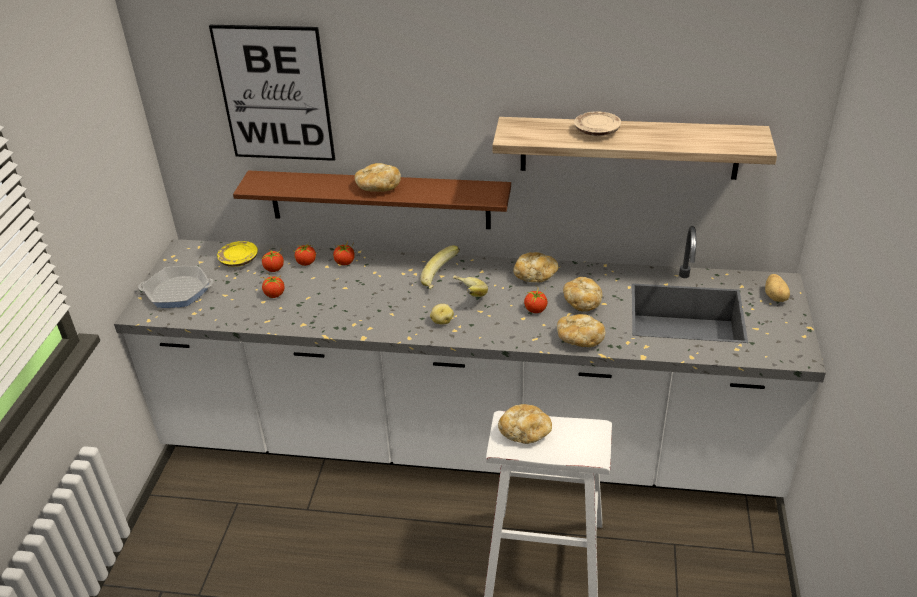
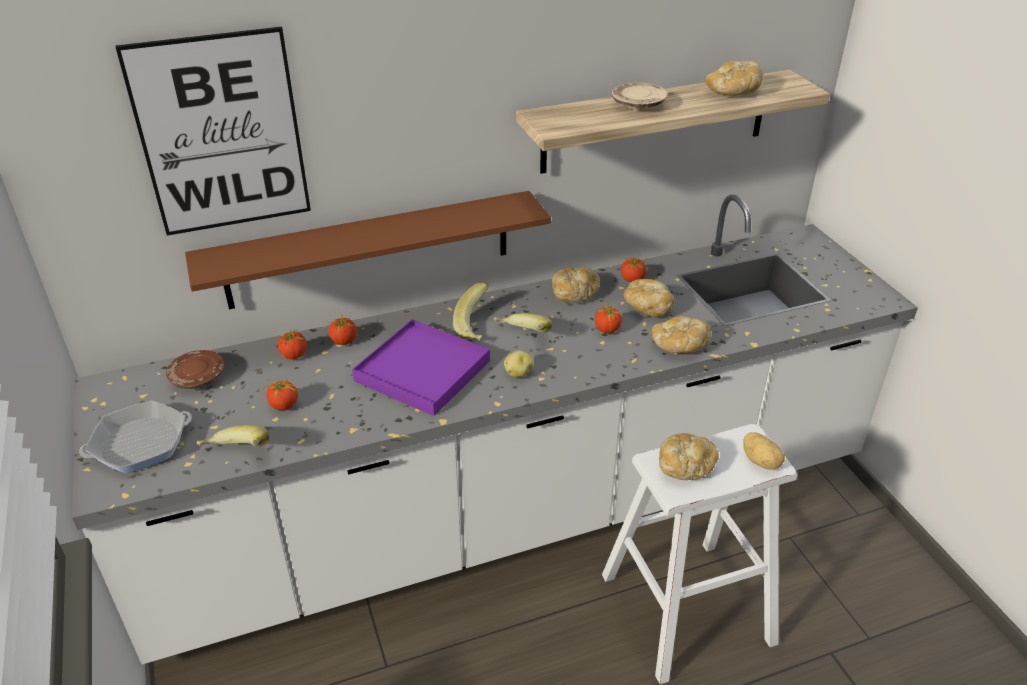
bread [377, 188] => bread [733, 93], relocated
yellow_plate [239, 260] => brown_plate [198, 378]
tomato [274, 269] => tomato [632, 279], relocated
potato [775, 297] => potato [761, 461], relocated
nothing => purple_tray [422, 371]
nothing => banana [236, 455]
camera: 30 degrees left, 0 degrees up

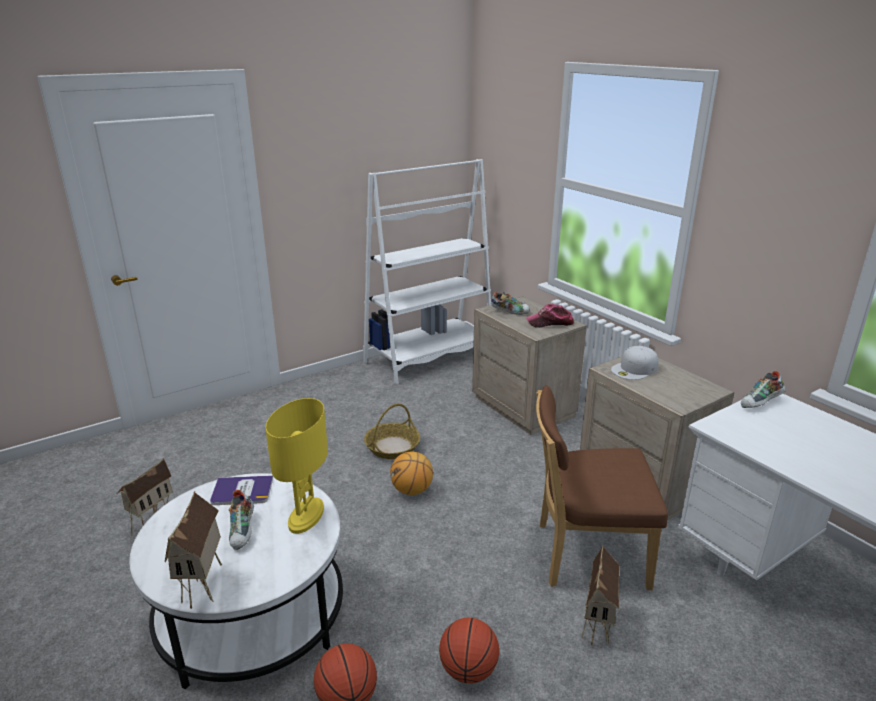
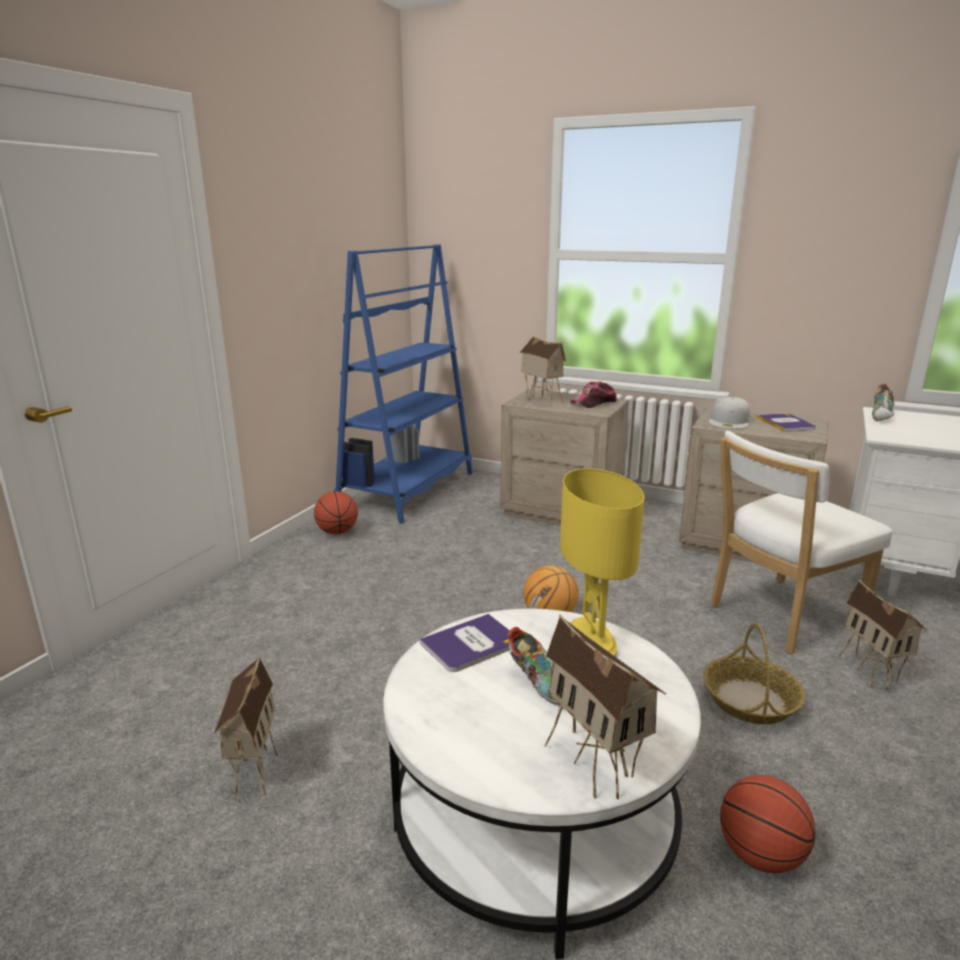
white_bookcase [429, 357] => blue_bookcase [408, 491]
shoe [510, 312] => toy_house [541, 401]
brown_chair [585, 554] => white_chair [779, 617]
basket [392, 447] => basket [749, 700], relocated
basketball [468, 670] => basketball [337, 532], relocated
nothing => book [785, 423]
camera: 30 degrees left, 5 degrees down

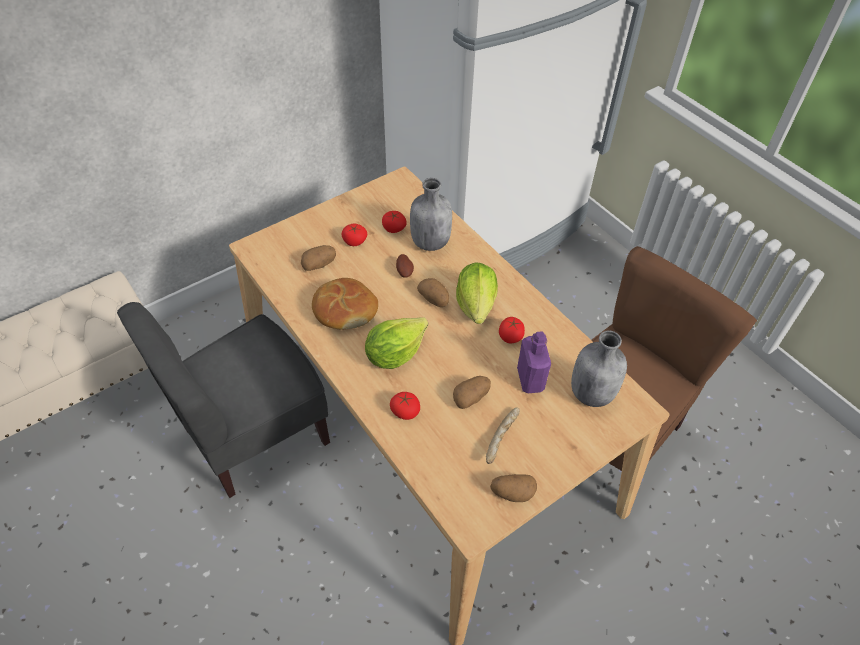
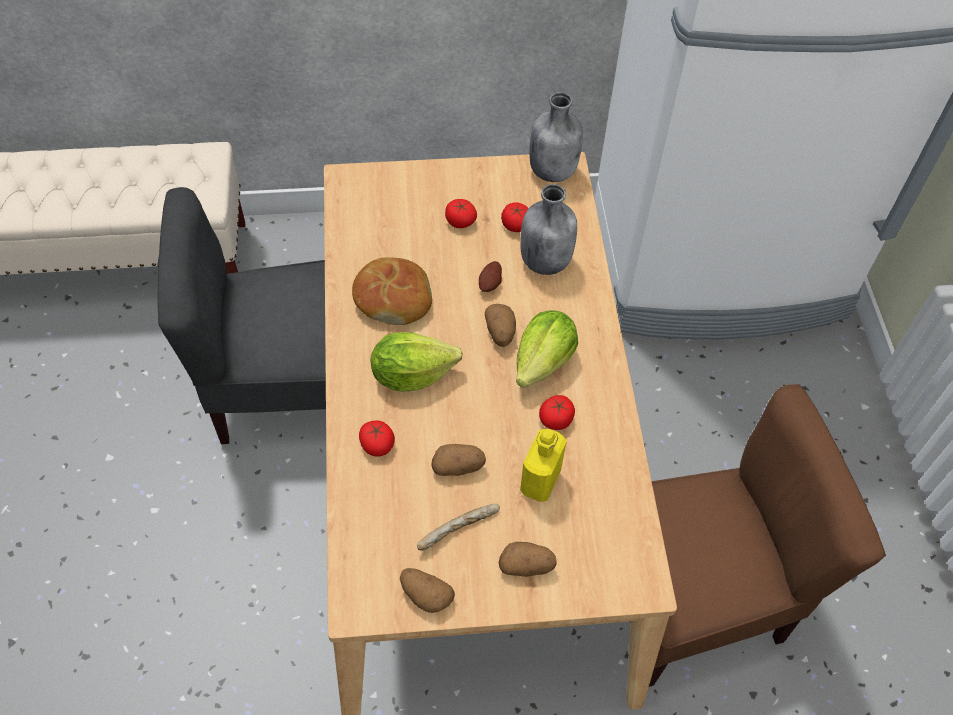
potato [319, 264] => potato [527, 566], relocated
grey_bottle [591, 392] => grey_bottle [553, 171], relocated
purple_bottle [530, 379] => yellow_bottle [540, 481]
camera: 30 degrees right, 5 degrees up

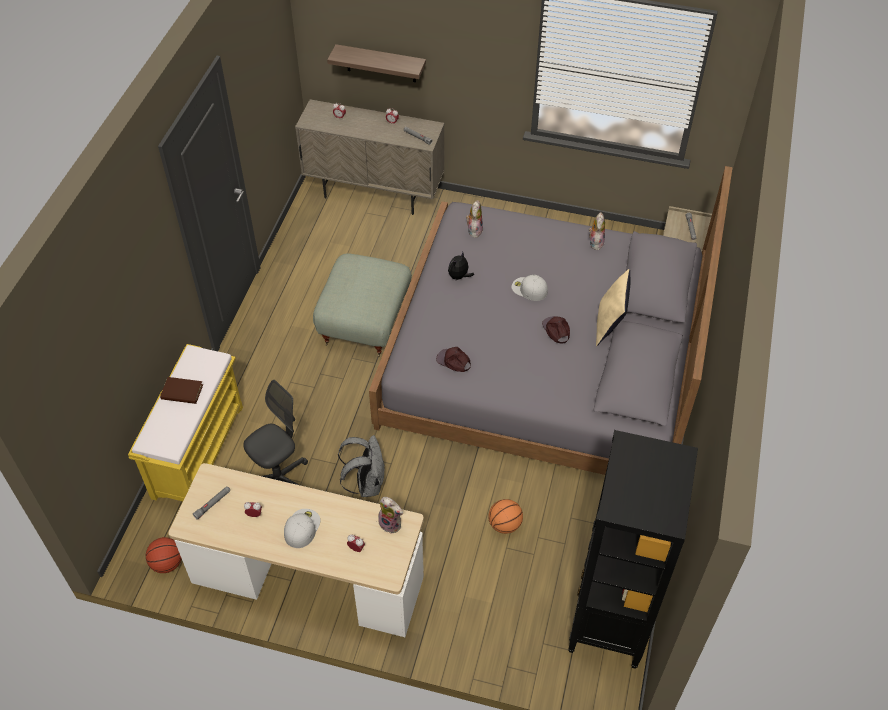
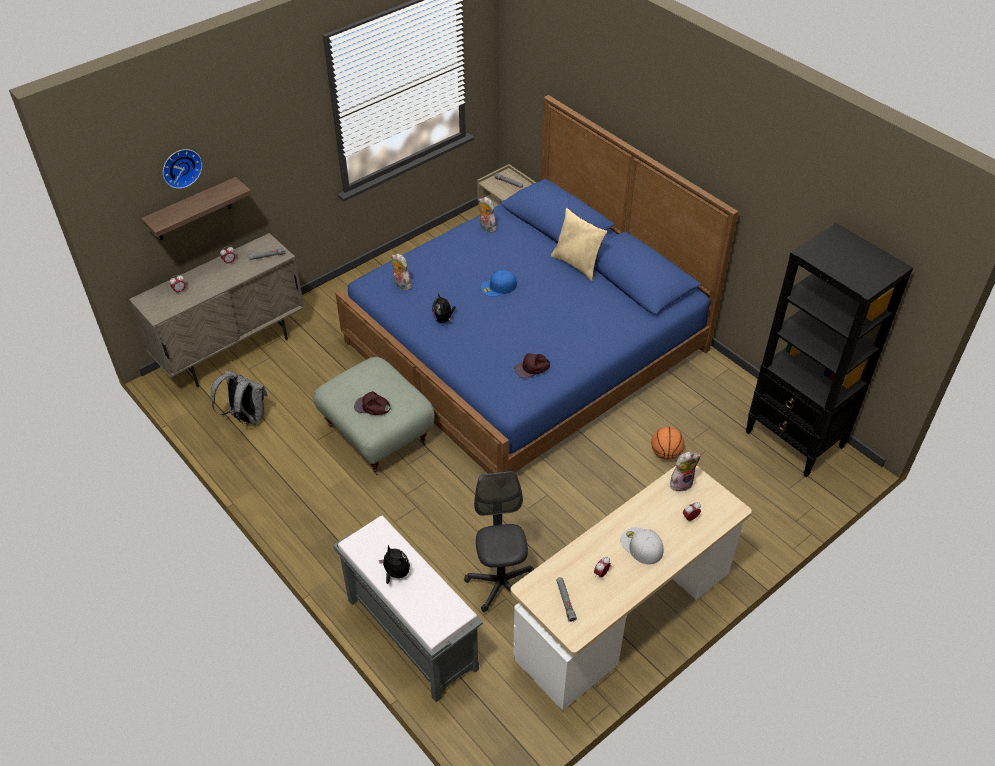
grey_bed [543, 359] => blue_bed [525, 344]
white_cap [529, 289] => blue_cap [498, 287]
brown_cap [556, 330] => brown_cap [372, 407], relocated
yellow_bench [198, 450] => grey_bench [410, 633]
brown_book [182, 392] => plush_toy [396, 573]
grey_backpack [366, 484] => grey_backpack [246, 417], relocated
basketball [167, 563] => nothing
nothing => wall_clock [180, 167]
camera: 55 degrees left, 5 degrees down

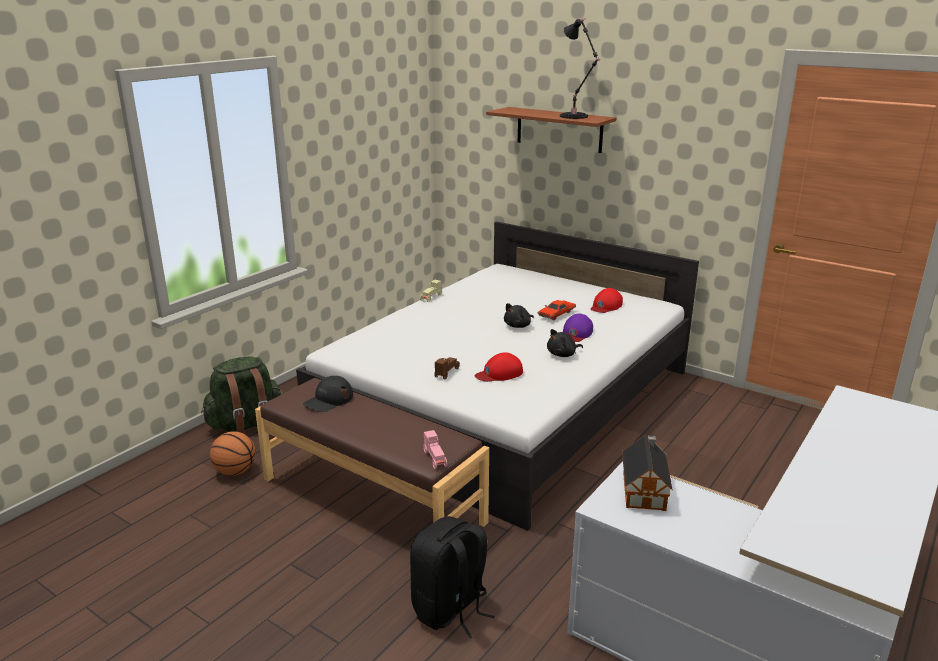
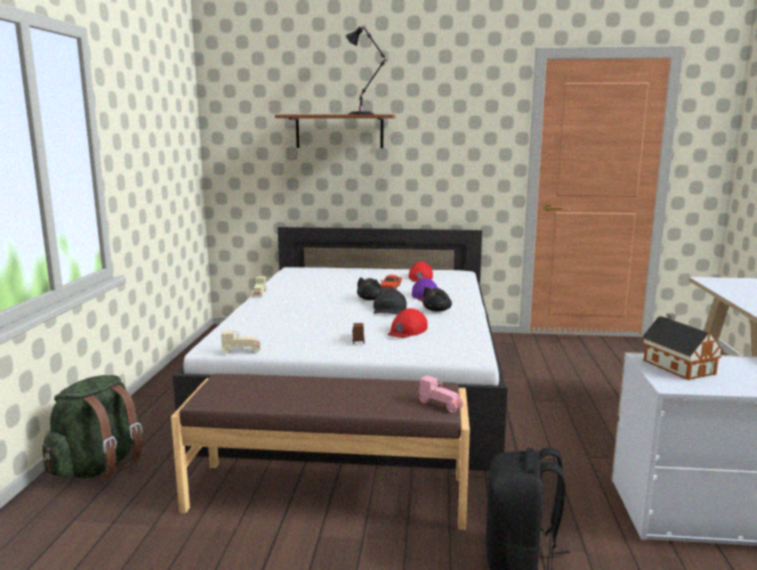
black_cap [328, 400] => black_cap [389, 309], relocated
basketball [235, 471] => nothing
nothing => beige_toy_car [241, 351]
camera: 30 degrees left, 10 degrees down

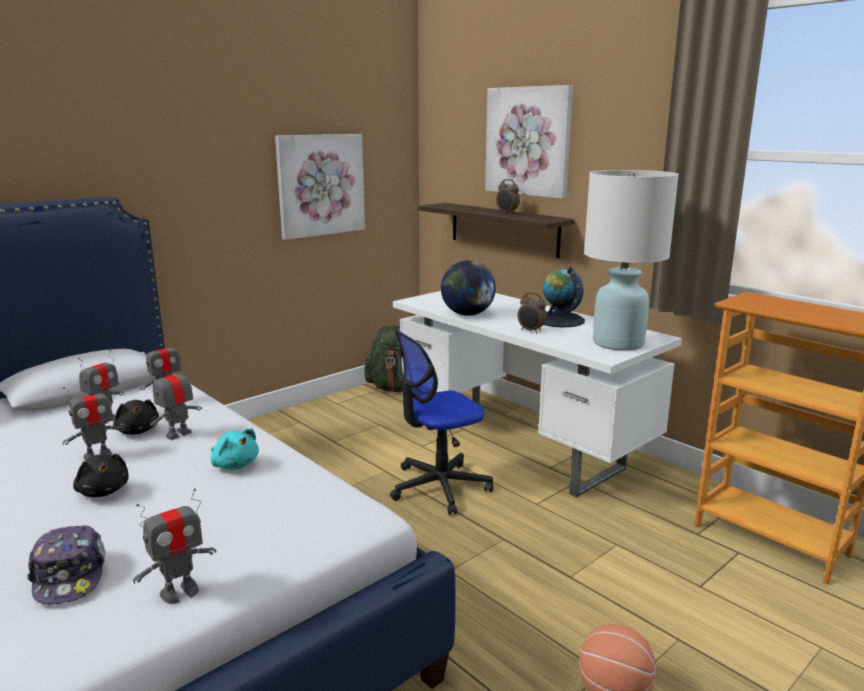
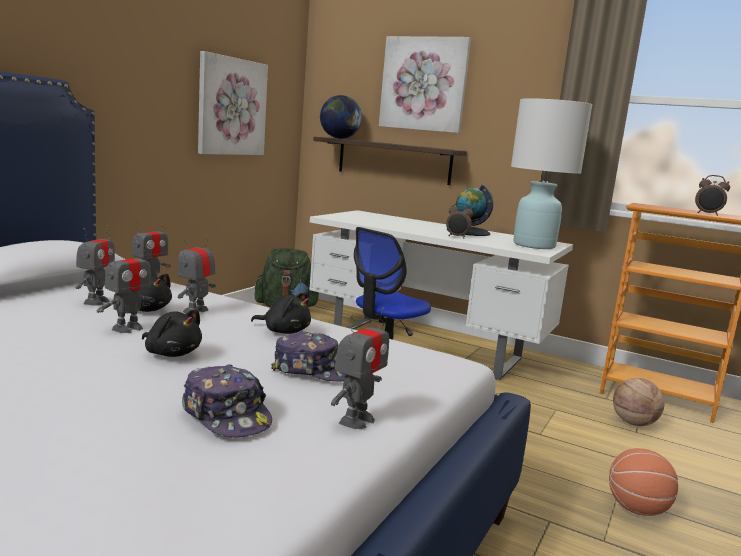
alarm_clock [507, 213] => alarm_clock [707, 214], relocated
globe [467, 314] => globe [339, 138], relocated
turquoise_plush_toy [234, 464] => black_plush_toy [284, 331]
nothing => cap [313, 370]
nothing => basketball [633, 423]
camera: 20 degrees left, 5 degrees down

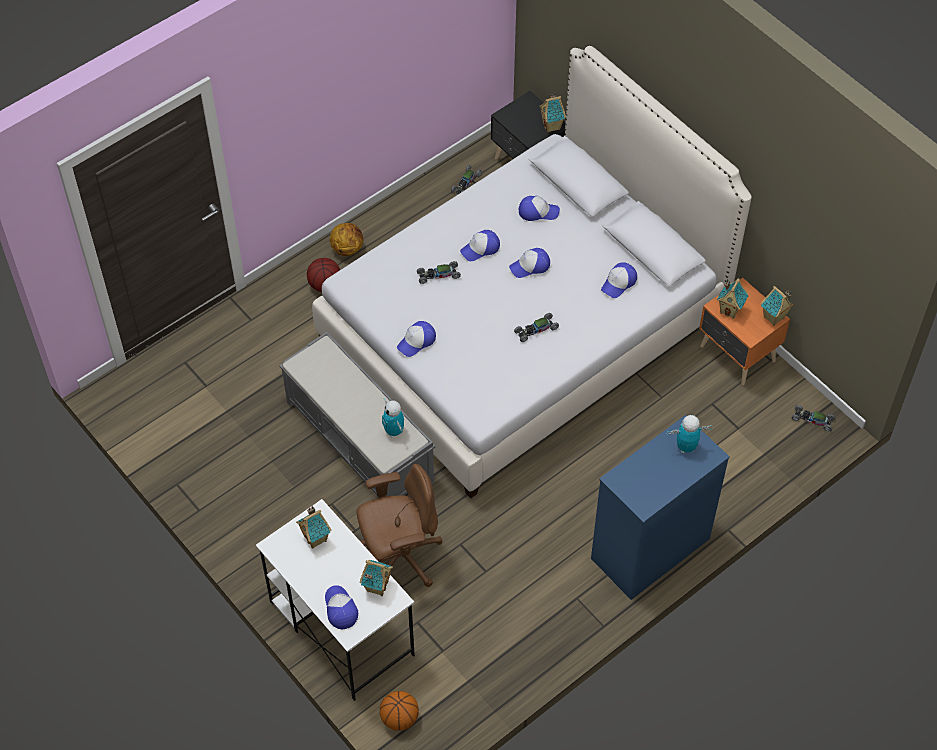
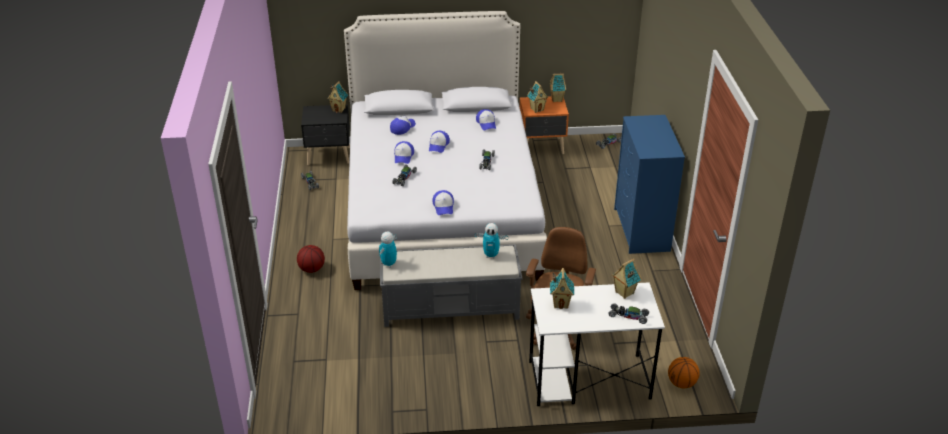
basketball [347, 248] => nothing
toy_robot [686, 447] => toy_robot [388, 264], relocated
cap [340, 609] => toy_car [628, 316]
camera: 55 degrees left, 20 degrees down

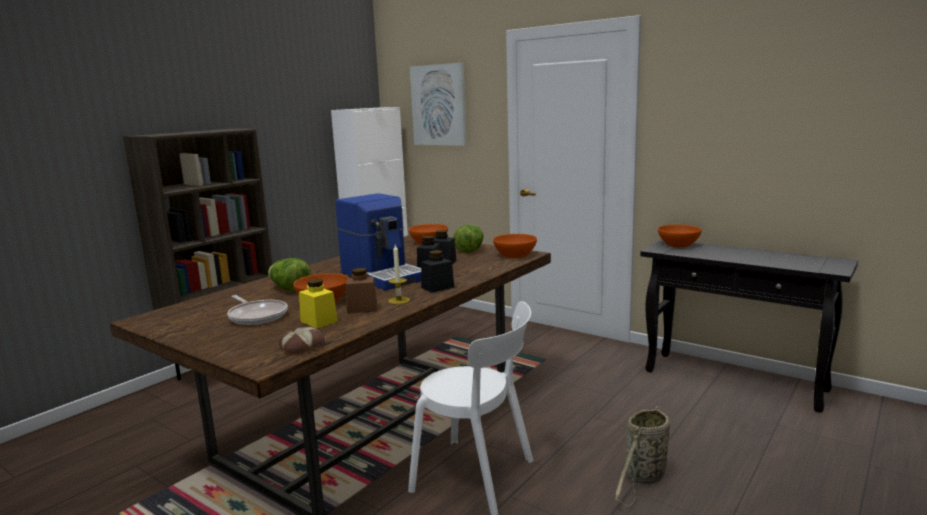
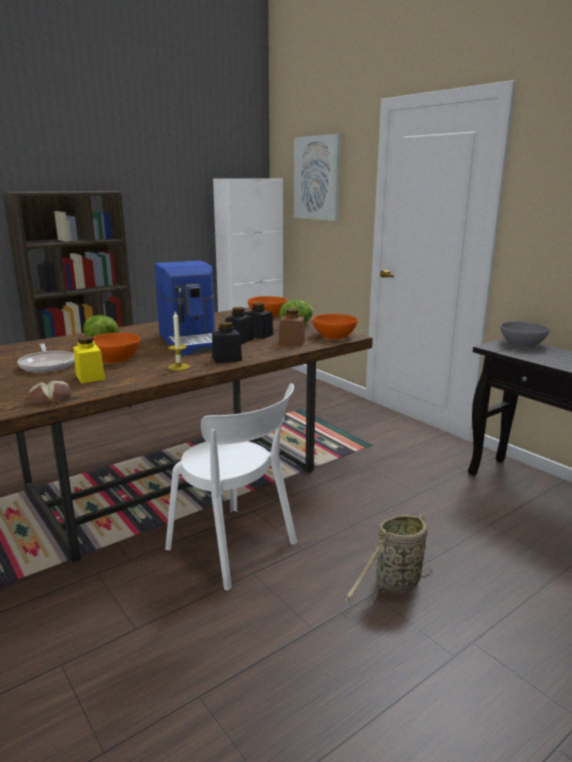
orange_bowl [678, 244] => grey_bowl [522, 344]
brown_jar [362, 308] => brown_jar [292, 342], relocated
camera: 15 degrees right, 5 degrees up

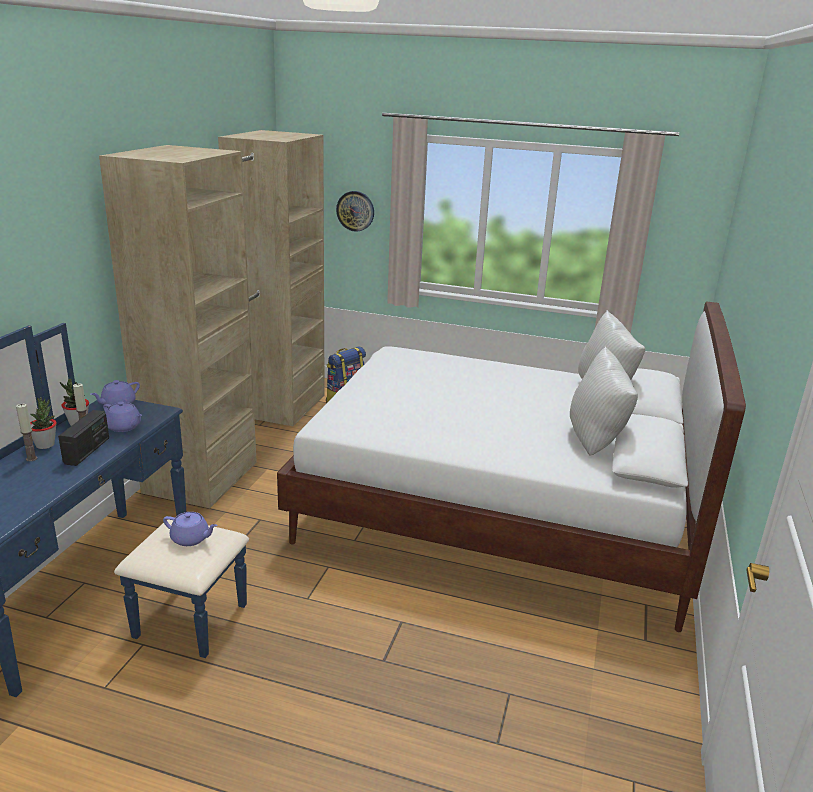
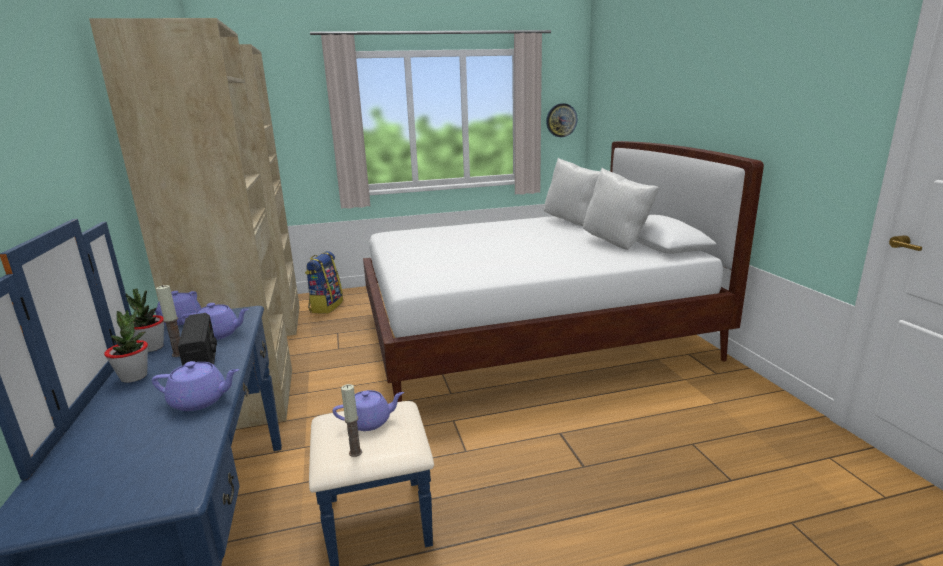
wall_clock [355, 211] => wall_clock [561, 120], relocated
candle [31, 458] => candle [355, 452], relocated
nothing => purple_teapot [200, 401]
camera: 30 degrees left, 5 degrees down

